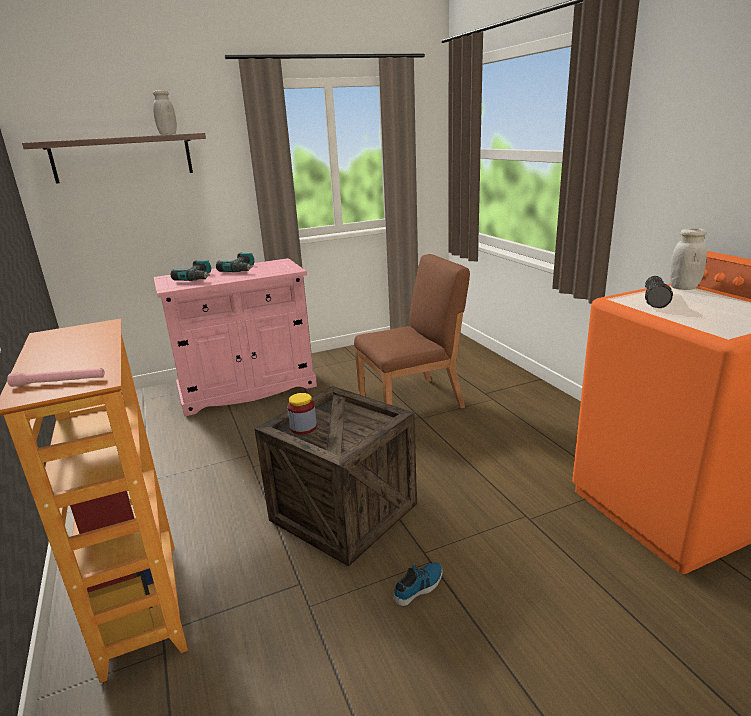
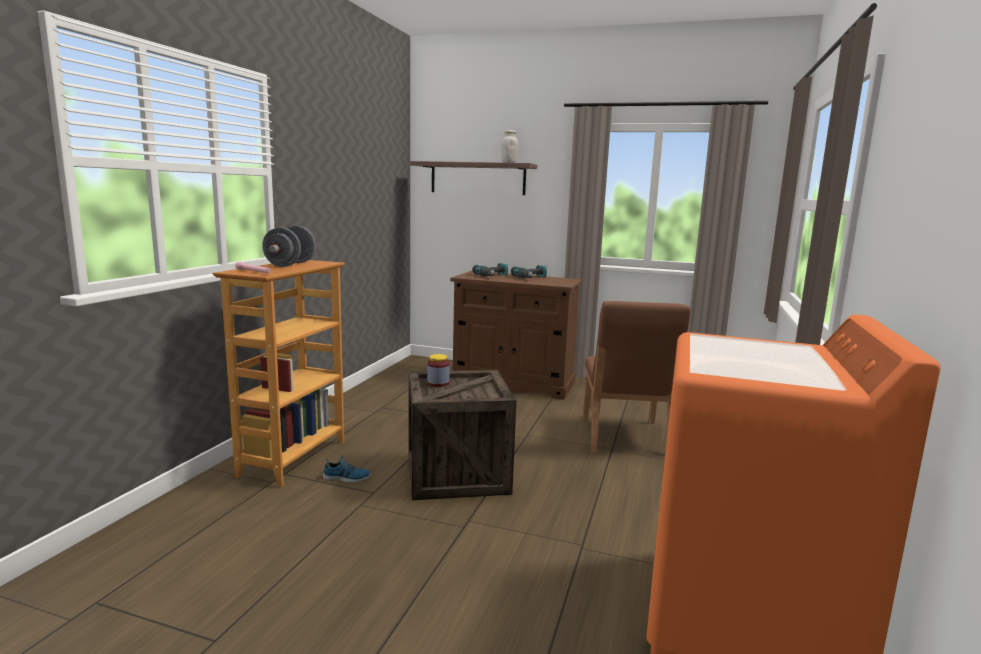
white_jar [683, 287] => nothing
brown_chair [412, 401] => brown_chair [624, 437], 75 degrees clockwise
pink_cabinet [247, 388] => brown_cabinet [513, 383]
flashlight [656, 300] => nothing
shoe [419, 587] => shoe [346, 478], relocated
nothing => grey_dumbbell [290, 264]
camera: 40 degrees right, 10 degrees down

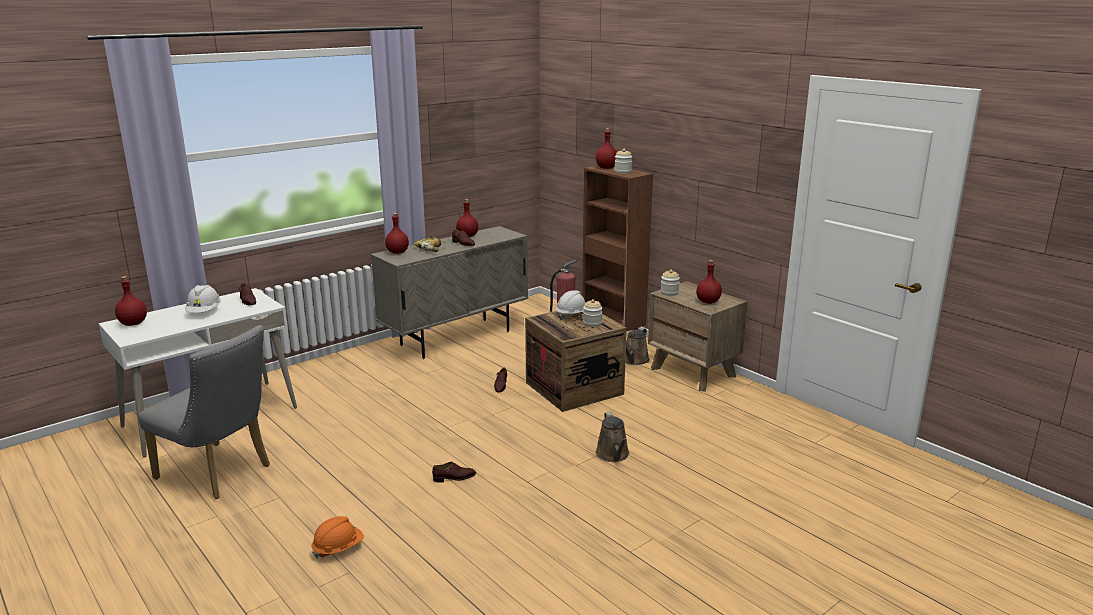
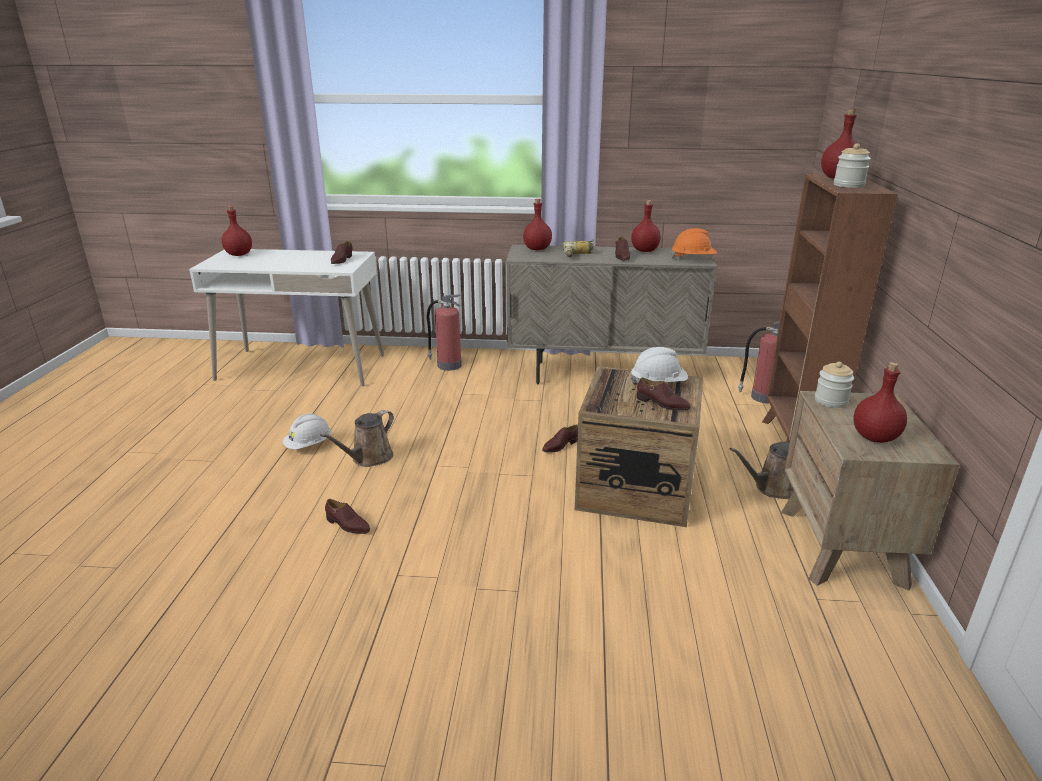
white_hard_hat [204, 312] => white_hard_hat [309, 445], relocated
jar [592, 323] => brown_shoe [662, 404]
grey_chair [219, 474] => nothing
brown_watering_can [613, 455] => brown_watering_can [369, 458], relocated
orange_hard_hat [338, 548] => orange_hard_hat [693, 259], relocated
nothing => fire_extinguisher [448, 365]
camera: 45 degrees right, 5 degrees up

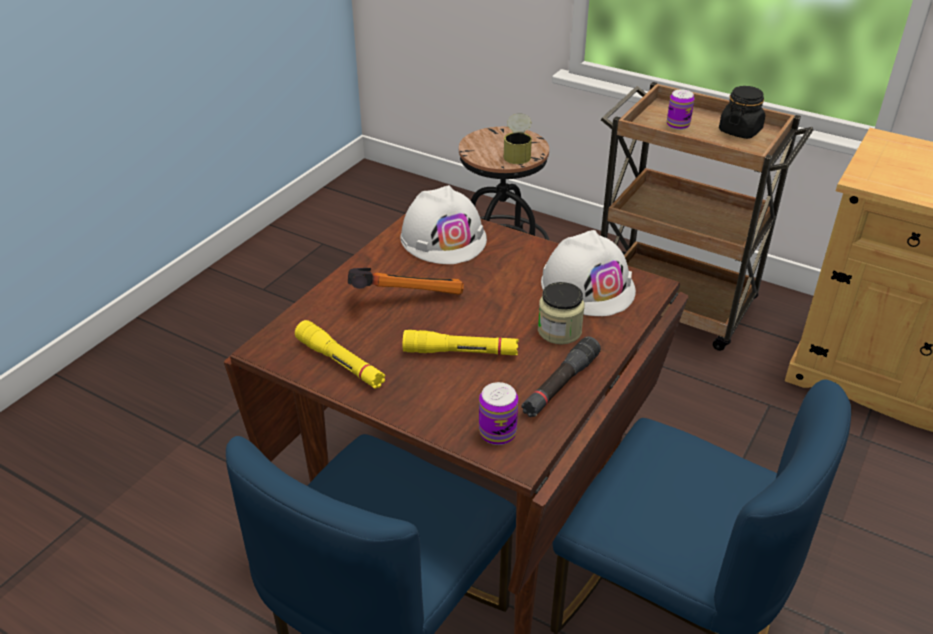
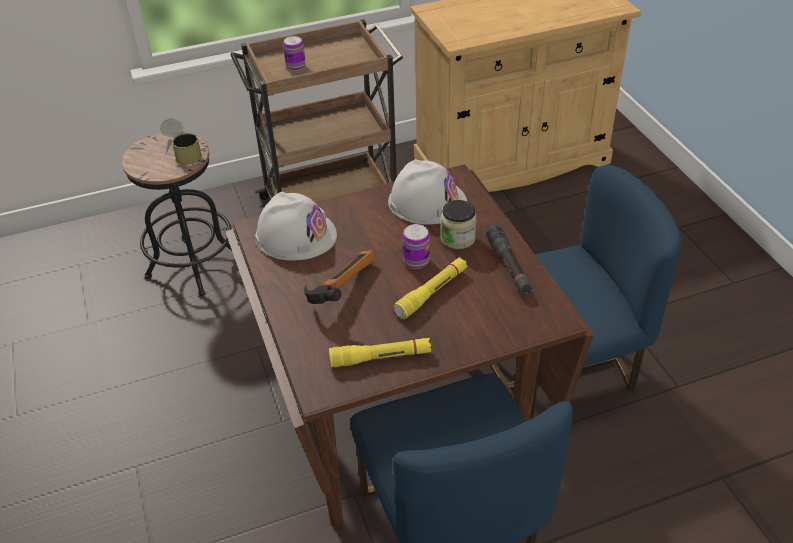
black_jar [740, 131] => nothing
can [497, 433] => can [416, 261], relocated
camera: 50 degrees left, 5 degrees up

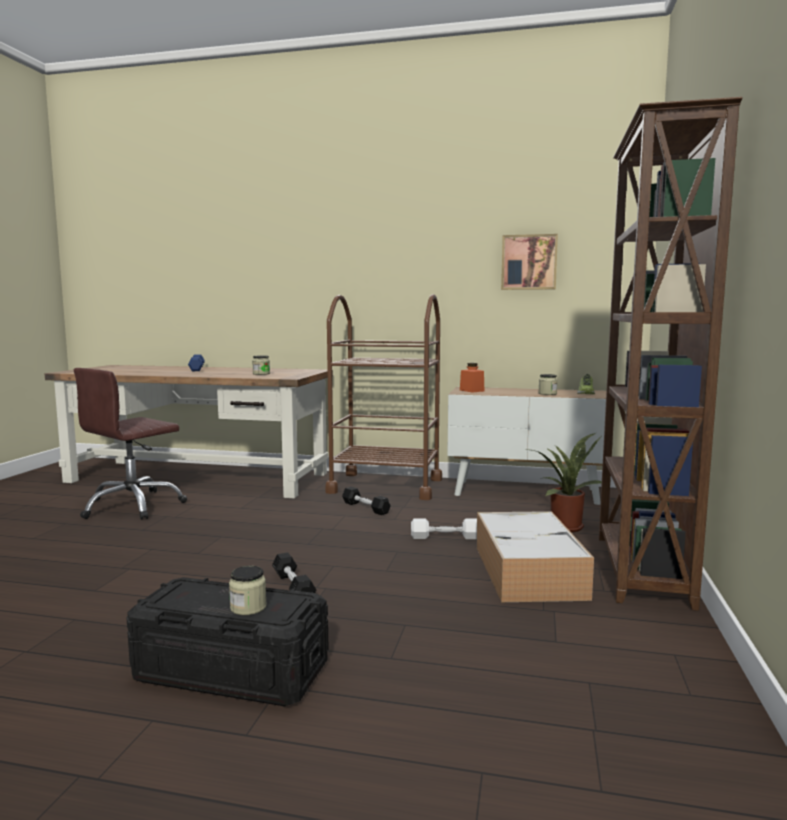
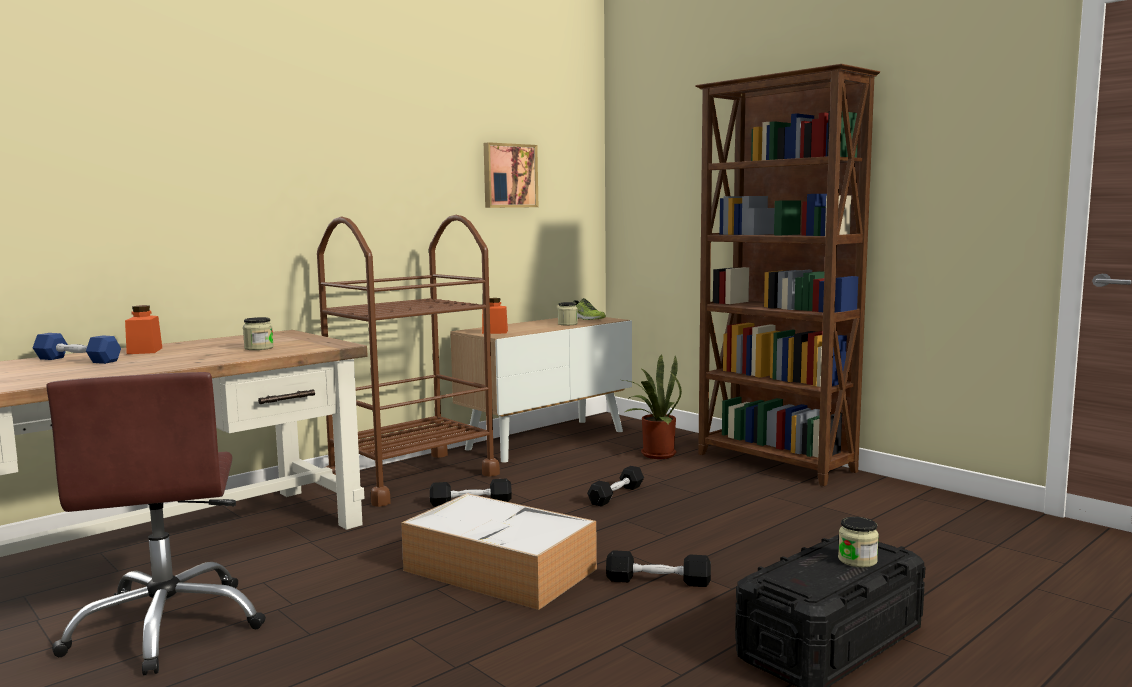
storage_box [529, 572] => storage_box [502, 570], relocated
white_dumbbell [445, 537] => black_dumbbell [616, 495]
nothing => orange_jar [144, 351]
camera: 55 degrees left, 0 degrees up

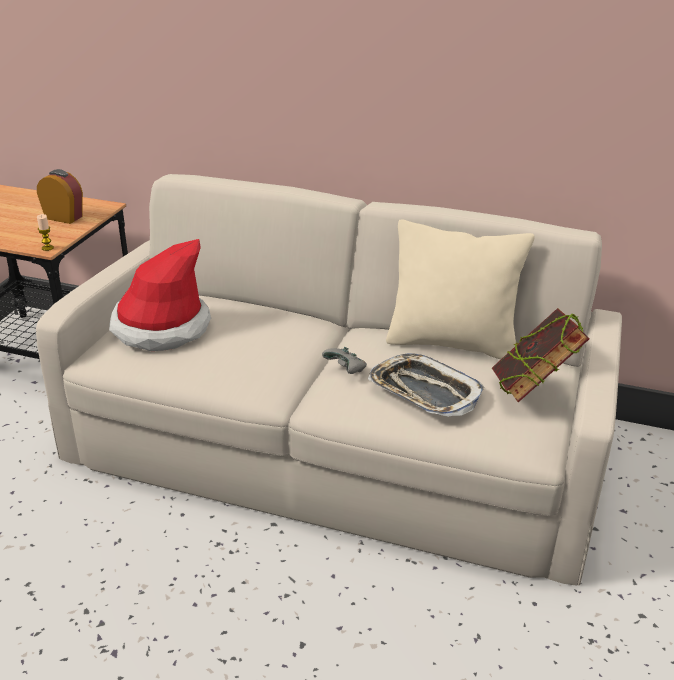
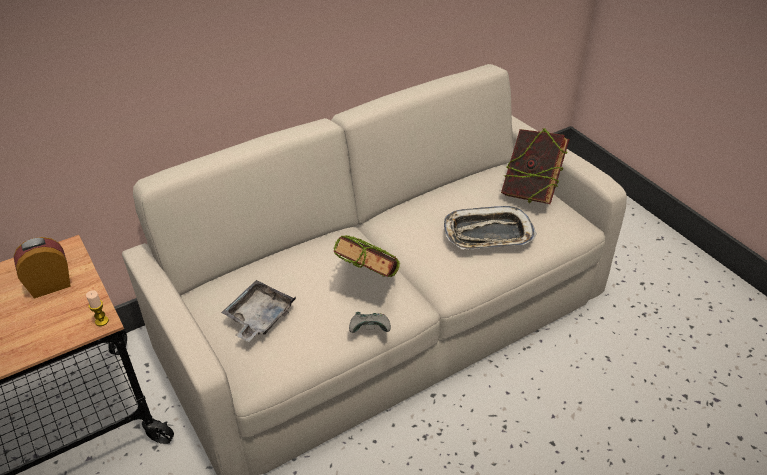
beige_pillow [452, 343] => nothing
hat [161, 327] => grey_tray [259, 317]
grey_game_controller [346, 370] => grey_game_controller [370, 330], relocated
nothing => book [368, 283]
camera: 50 degrees left, 10 degrees up

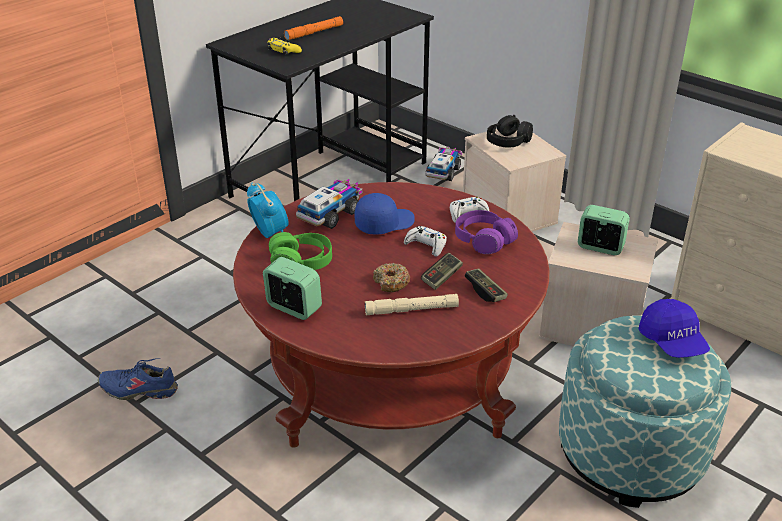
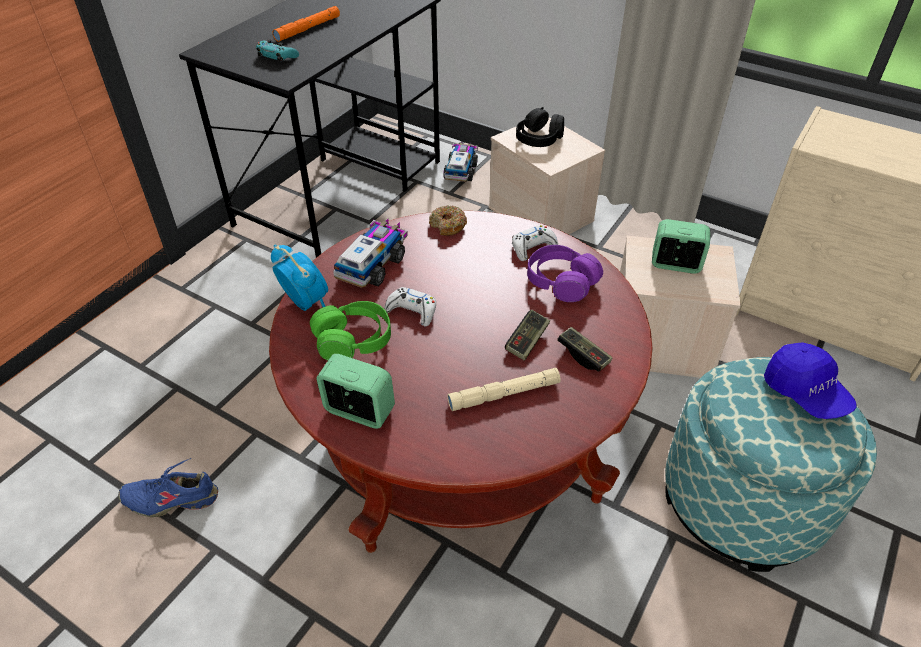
yellow_game_controller [283, 51] => turquoise_game_controller [277, 56]
blue_cap [384, 223] => nothing
white_game_controller [426, 245] => white_game_controller [412, 311], relocated
donut [391, 283] => donut [448, 226], relocated
camera: 10 degrees left, 10 degrees up

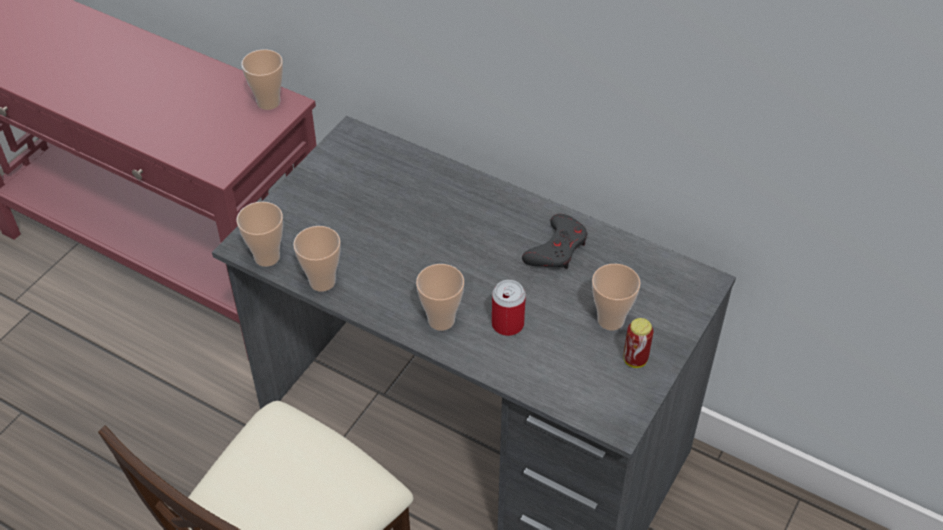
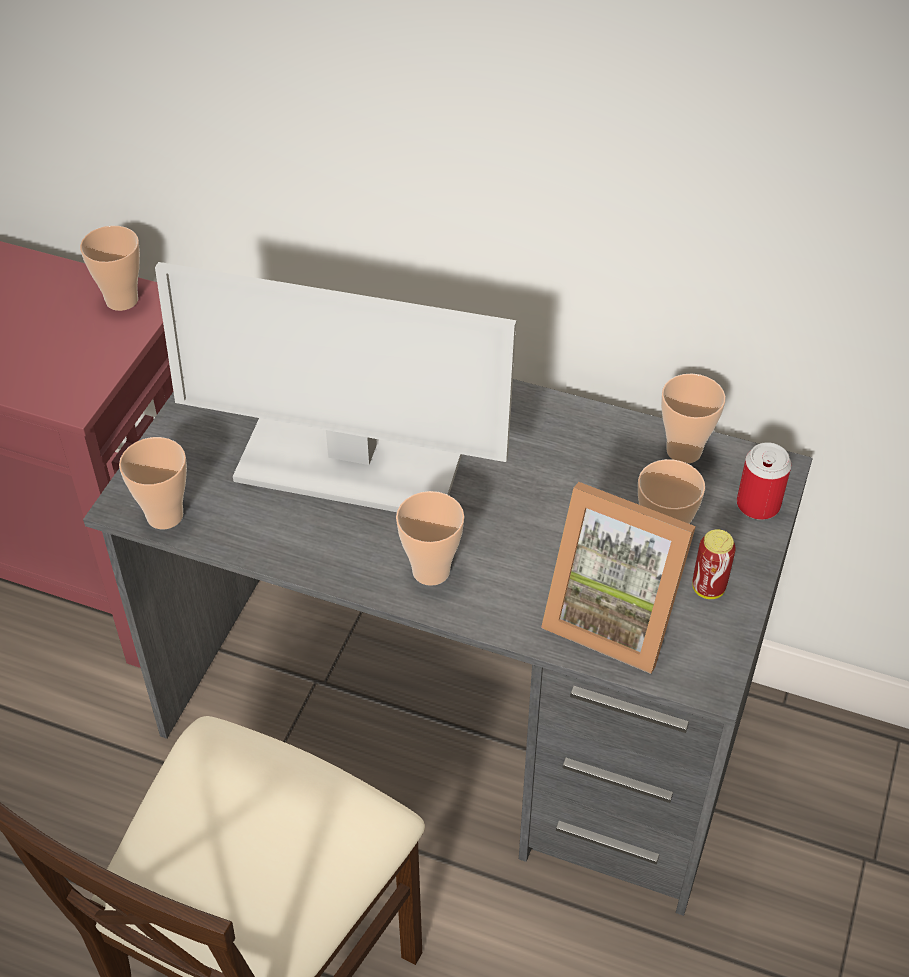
grey_game_controller [557, 248] => nothing
cup [322, 281] => cup [684, 451], relocated
can [507, 324] => can [758, 505], relocated
nothing => monitor [348, 464]
nothing => picture_frame [614, 616]
camera: 10 degrees left, 0 degrees up

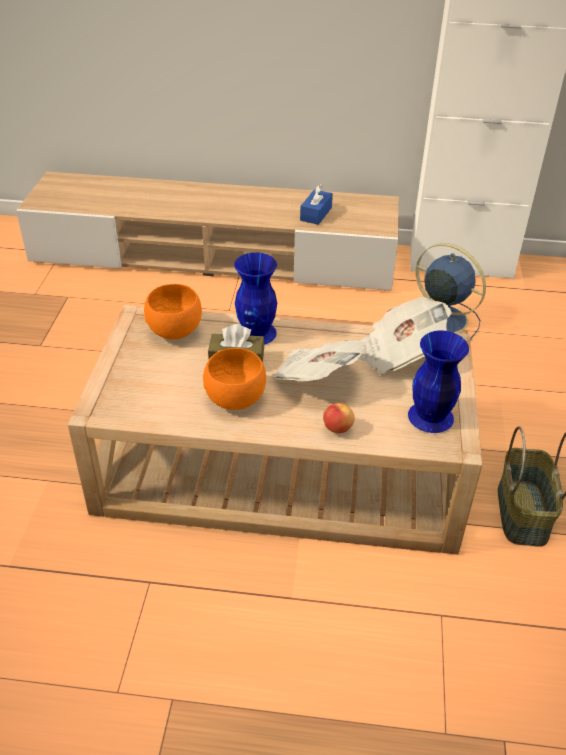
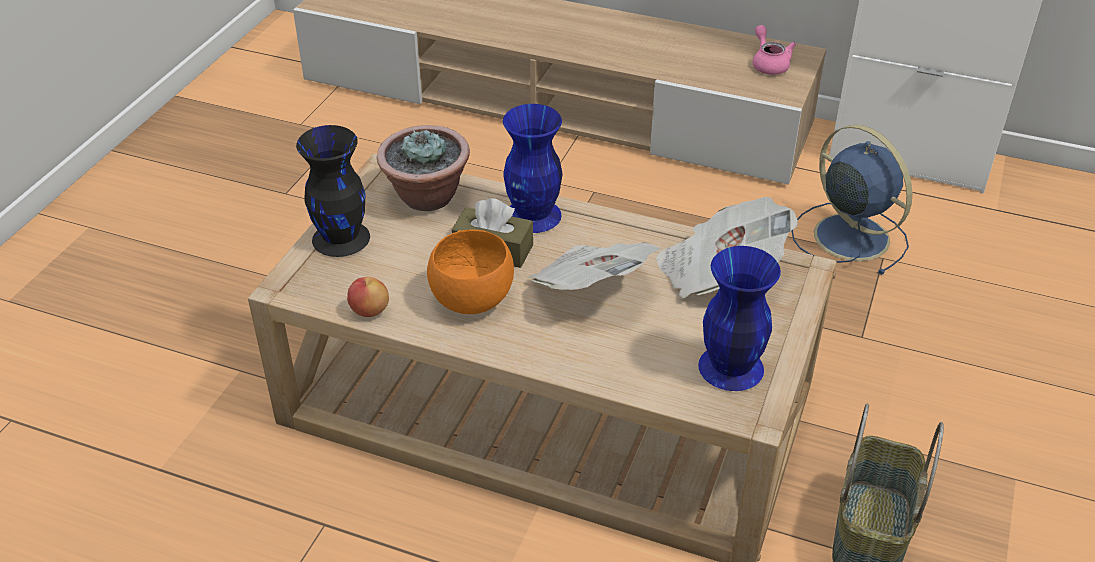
blue_tissue_box [316, 214] => nothing
orange_bowl [175, 331] => potted_plant [426, 197]
apple [337, 428] => apple [369, 311], relocated
nothing => pink_teapot [769, 64]
nothing => black_vase [342, 238]
camera: 15 degrees right, 0 degrees up

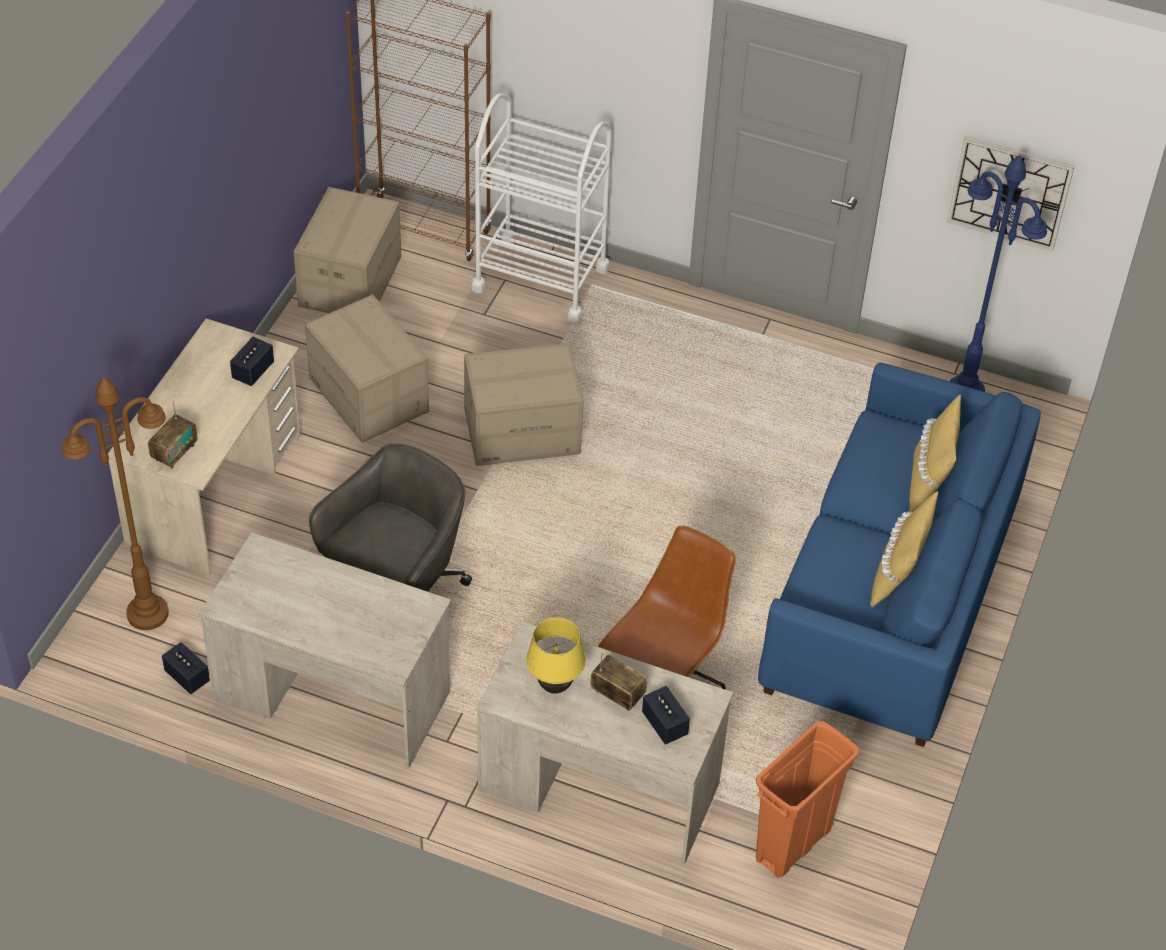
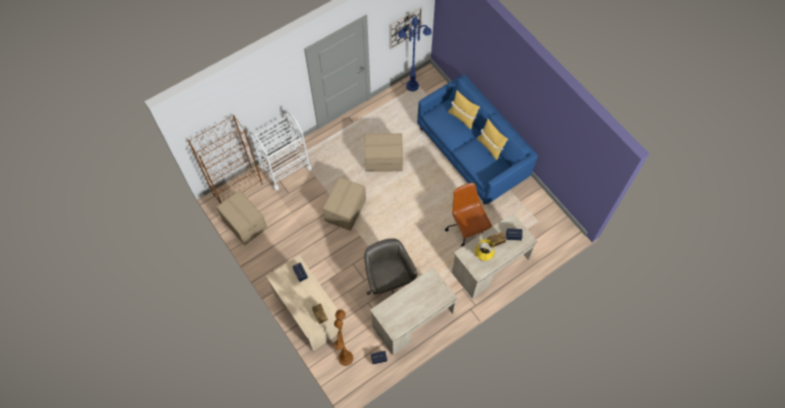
cardboard_box [370, 395] => cardboard_box [383, 159], relocated
orange_trash_can [793, 844] => nothing
camera: 55 degrees left, 15 degrees up

